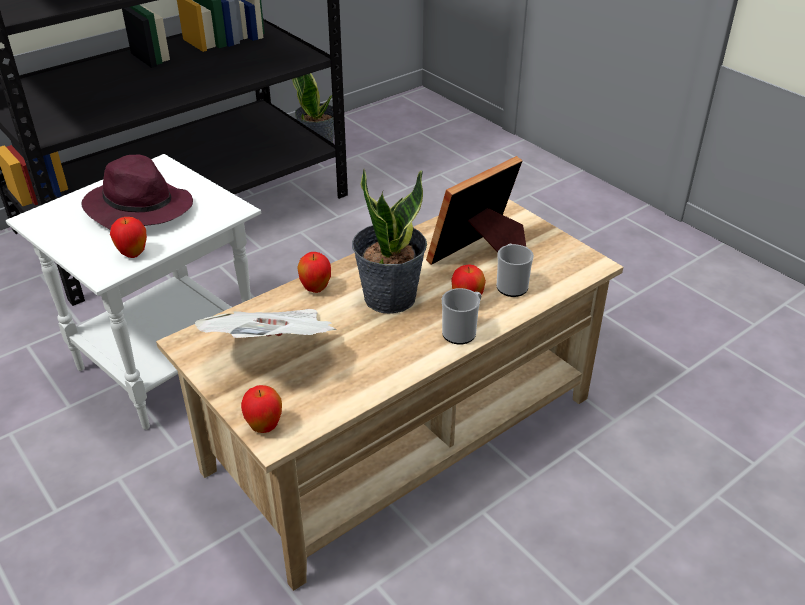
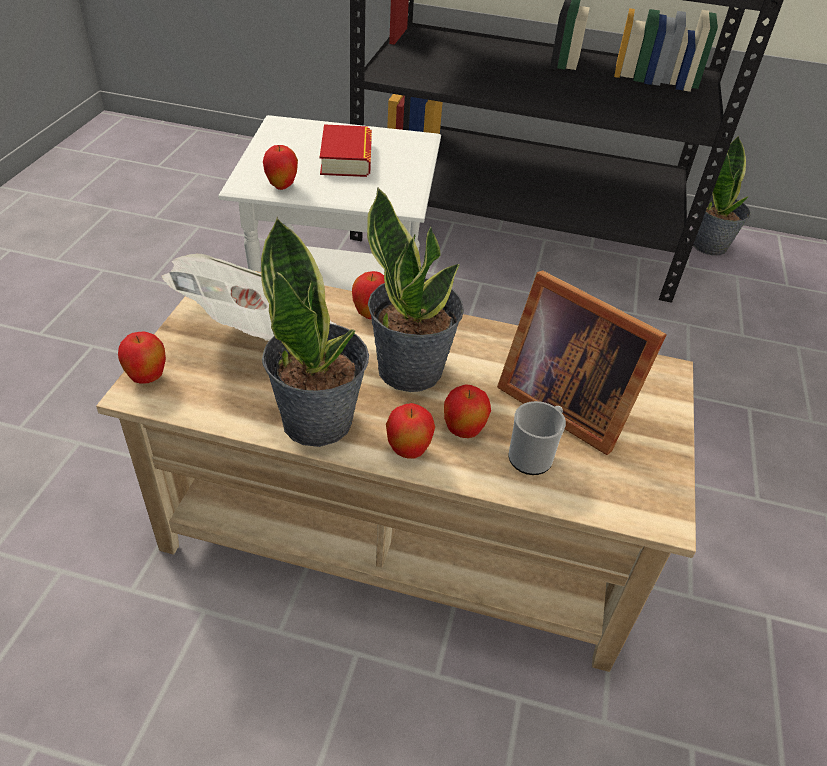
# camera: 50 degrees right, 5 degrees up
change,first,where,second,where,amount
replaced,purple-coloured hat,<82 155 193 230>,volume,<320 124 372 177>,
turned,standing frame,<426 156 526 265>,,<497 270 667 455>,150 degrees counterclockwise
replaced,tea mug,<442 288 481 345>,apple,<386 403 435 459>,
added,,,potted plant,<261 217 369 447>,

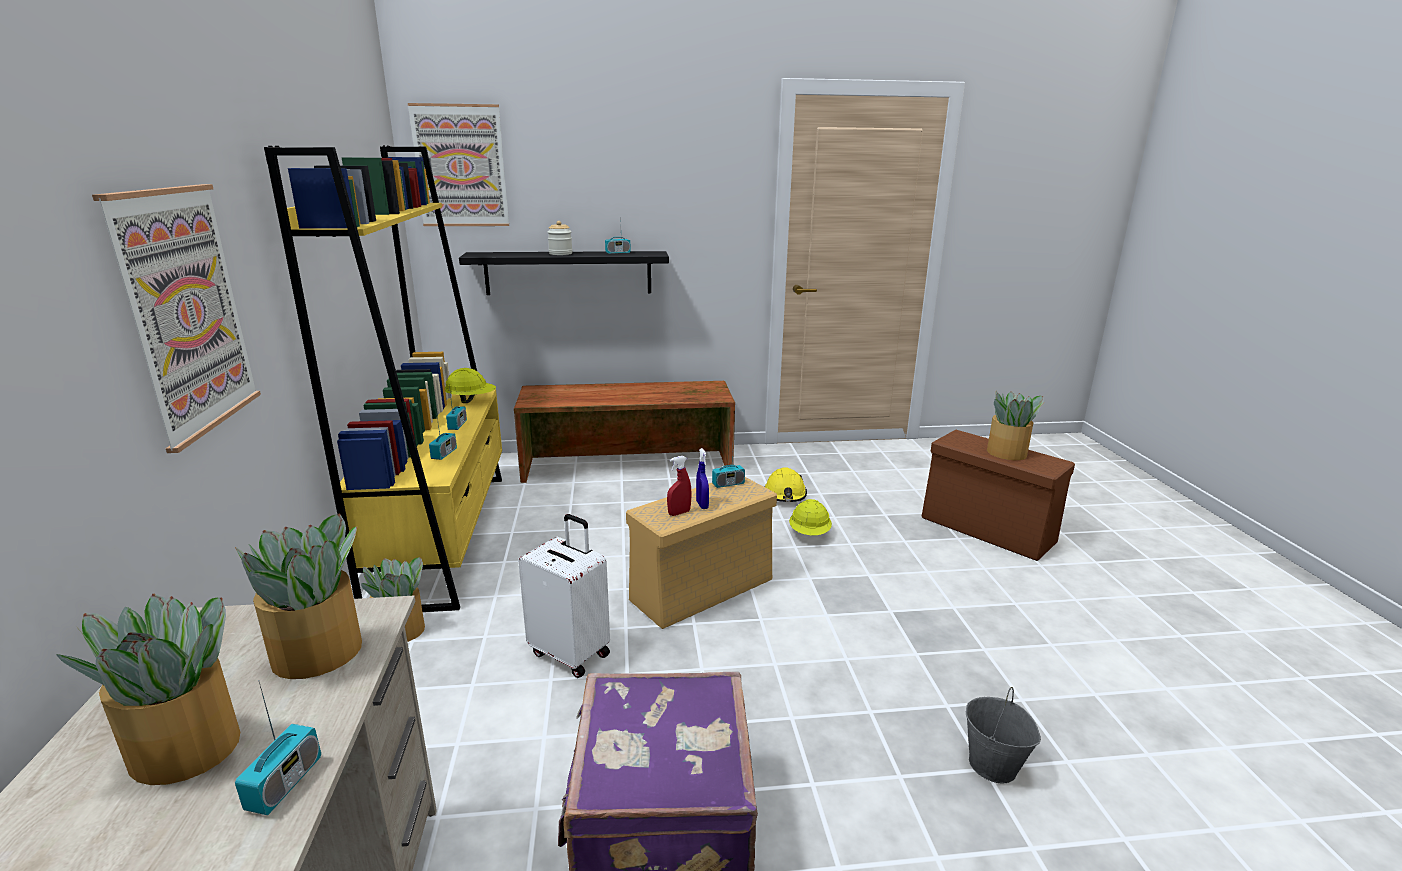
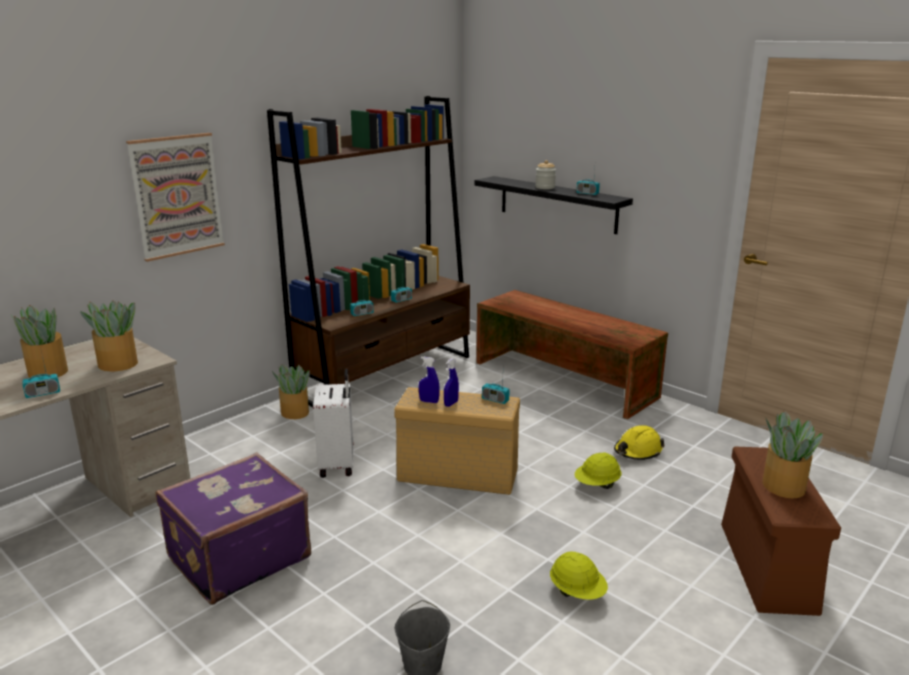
# camera: 50 degrees right, 0 degrees up
change,first,where,second,where,amount
recoloured,yellow-coloured bookshelf,<264 146 502 612>,brown bookshelf,<267 96 470 407>,
removed,wall art,<408 103 509 226>,,,
moved,yellow-coloured work helmet,<445 368 496 403>,,<550 552 608 600>,
recoloured,red-coloured spray bottle,<667 456 692 516>,blue spray bottle,<419 357 440 403>,

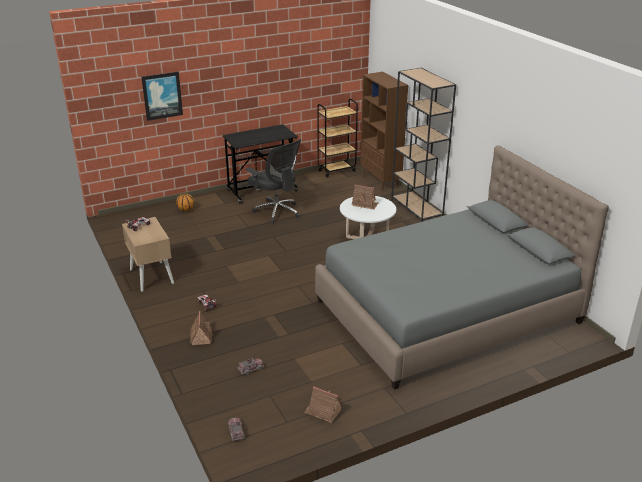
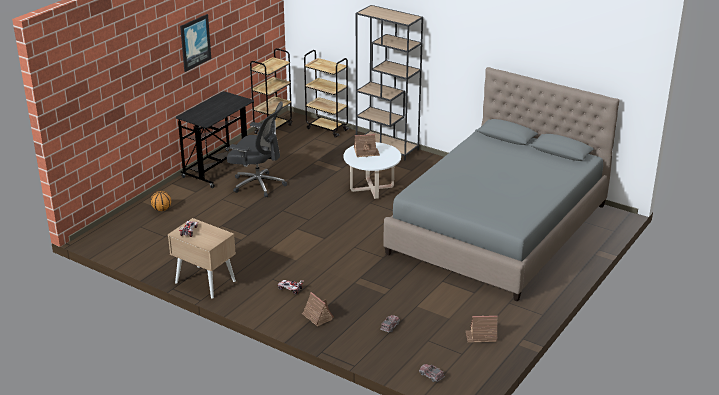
# camera: 30 degrees left, 0 degrees up
change,first,where,second,where,amount
moved,wall art,<141 72 183 121>,,<180 14 211 72>,
replaced,brown bookshelf,<360 71 408 191>,brown trolley,<304 50 349 138>,

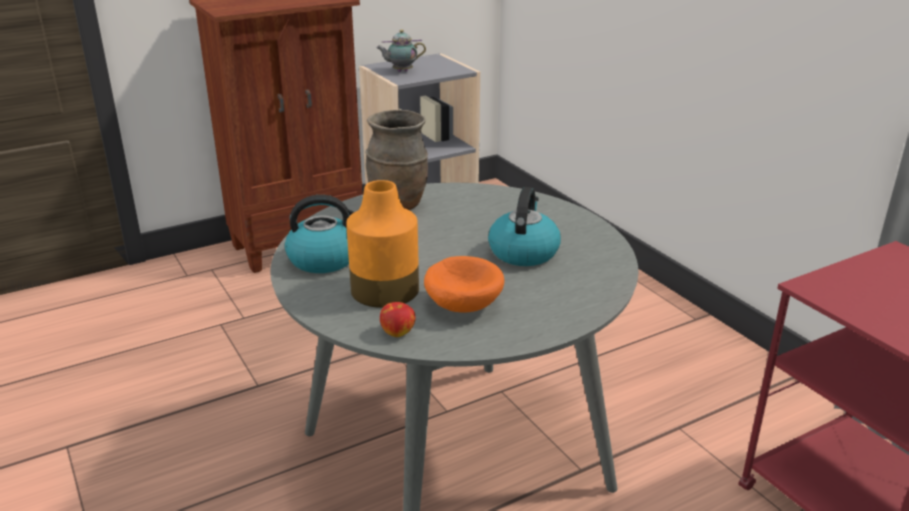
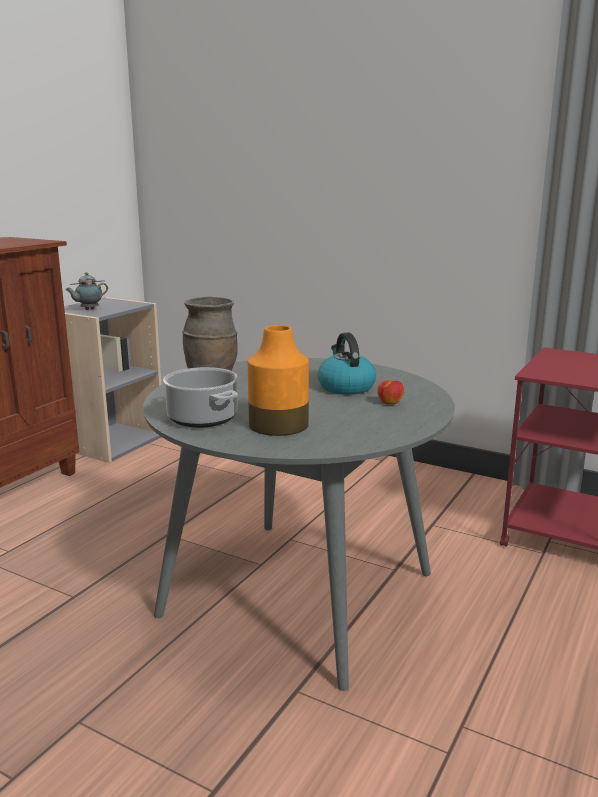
# camera: 30 degrees left, 10 degrees down
change,first,where,second,where,amount
replaced,kettle,<285 195 354 273>,stockpot,<163 367 239 428>,
moved,apple,<380 302 415 337>,,<377 380 404 404>,
removed,orangey bowl,<424 256 504 313>,,,

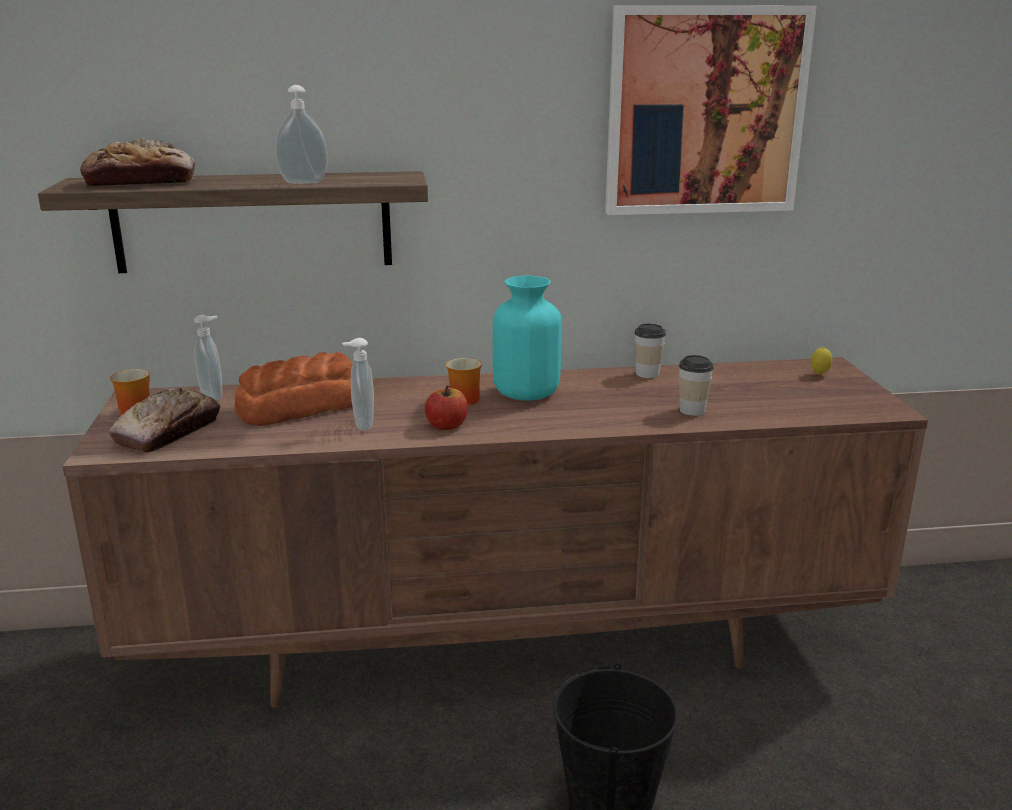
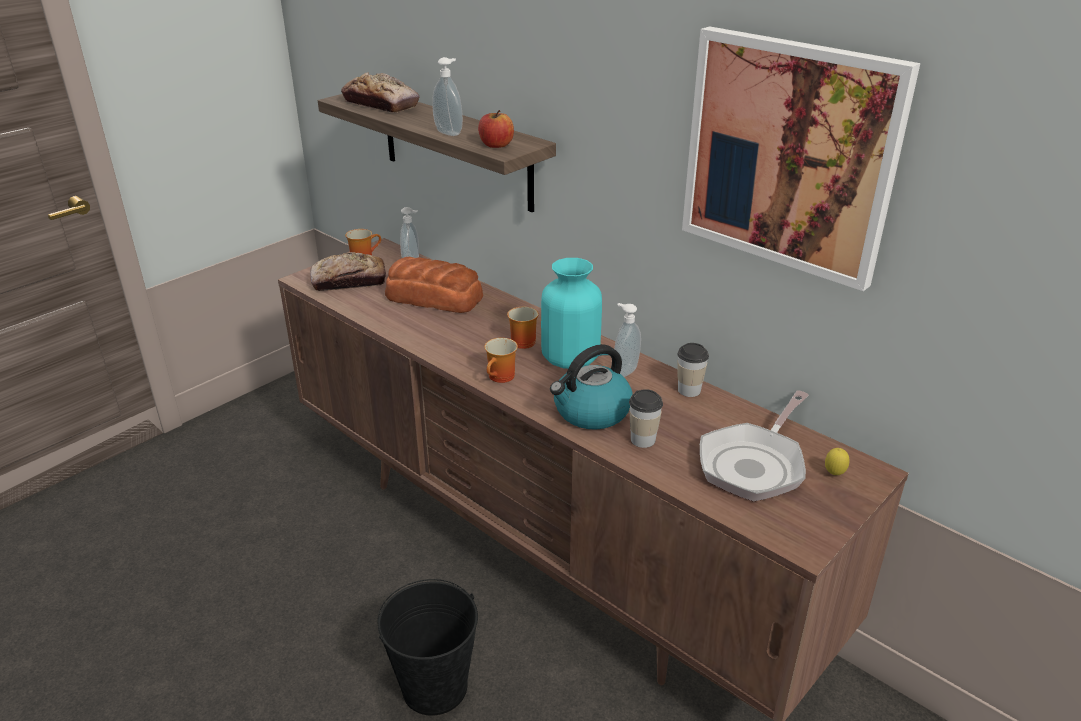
# camera: 50 degrees right, 10 degrees up
change,first,where,second,where,amount
moved,soap dispenser,<342 338 374 431>,,<614 303 641 377>,
moved,apple,<425 386 468 430>,,<478 110 514 148>,
added,,,tea mug,<484 338 518 383>,
added,,,kettle,<550 344 633 430>,
added,,,skillet,<700 390 809 502>,

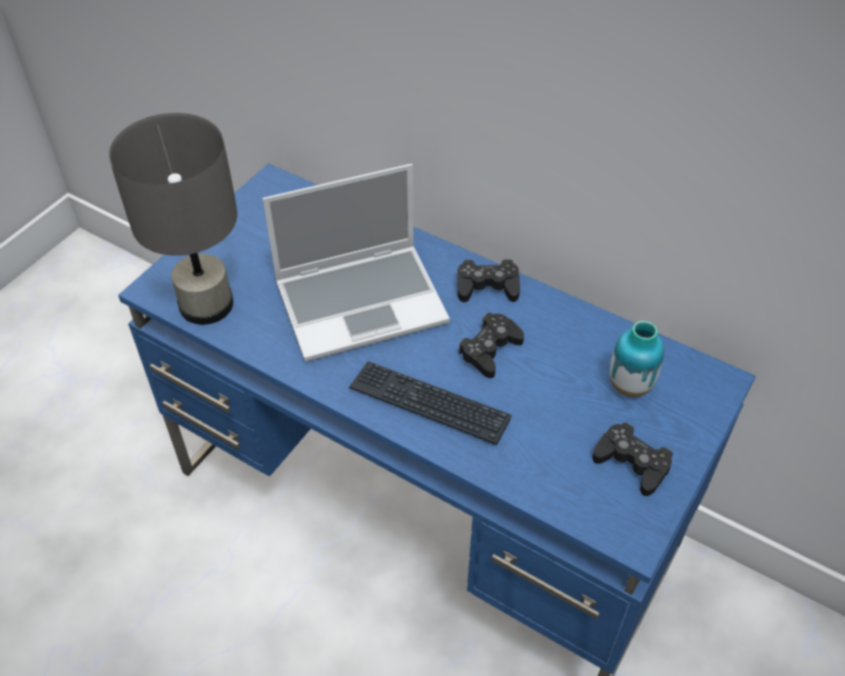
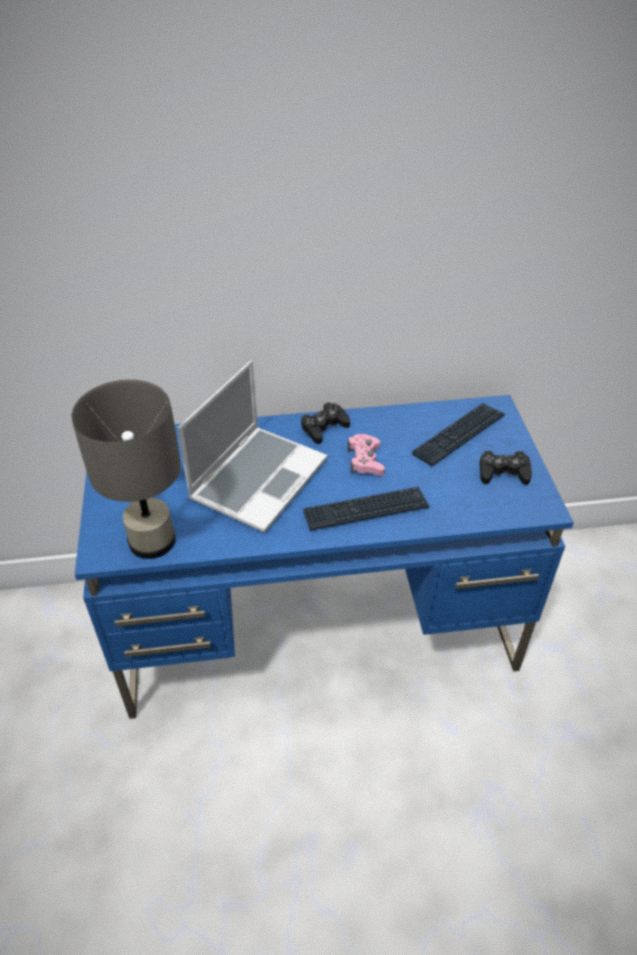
# camera: 40 degrees left, 5 degrees down
change,first,where,second,where,amount
recoloured,black gamepad,<458 313 524 378>,pink gamepad,<348 434 385 476>,
replaced,flower vase,<610 321 664 397>,computer keyboard,<412 403 505 466>,

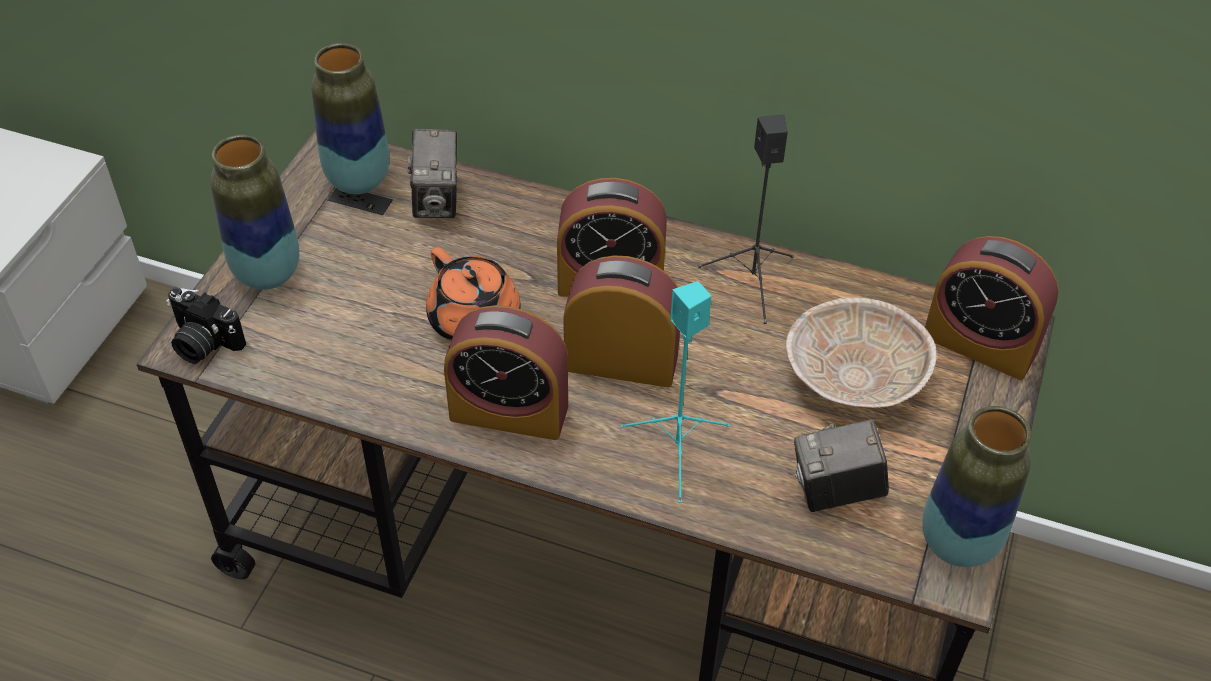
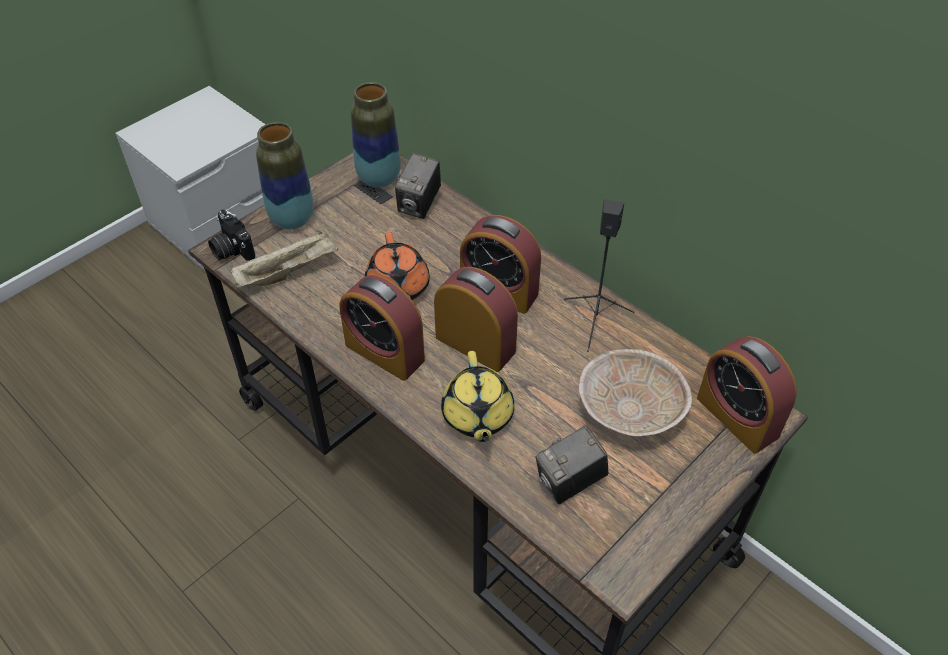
# camera: 25 degrees right, 0 degrees up
change,first,where,second,where,amount
replaced,turquoise speaker,<621 281 730 503>,yellow-coloured tea pot,<441 351 514 442>,
turned,photo camera,<794 419 889 512>,,<536 426 609 504>,45 degrees counterclockwise
removed,flower vase,<922 406 1031 567>,,,
added,,,sand-coloured serving tray,<230 230 338 287>,

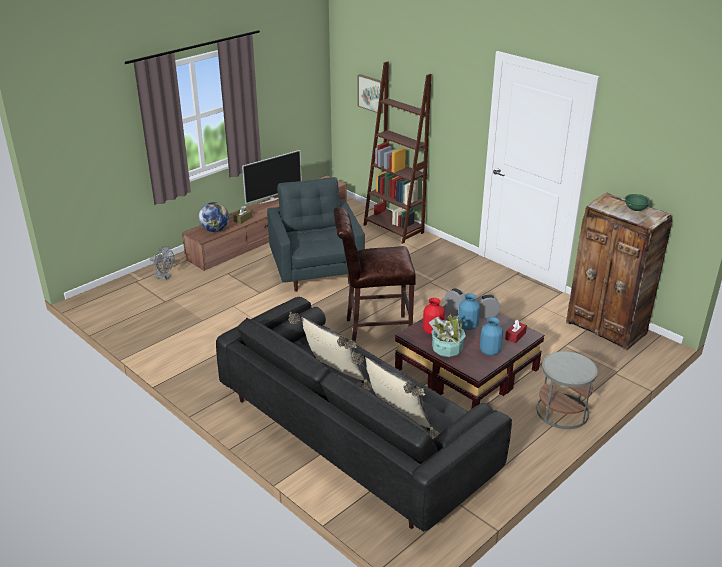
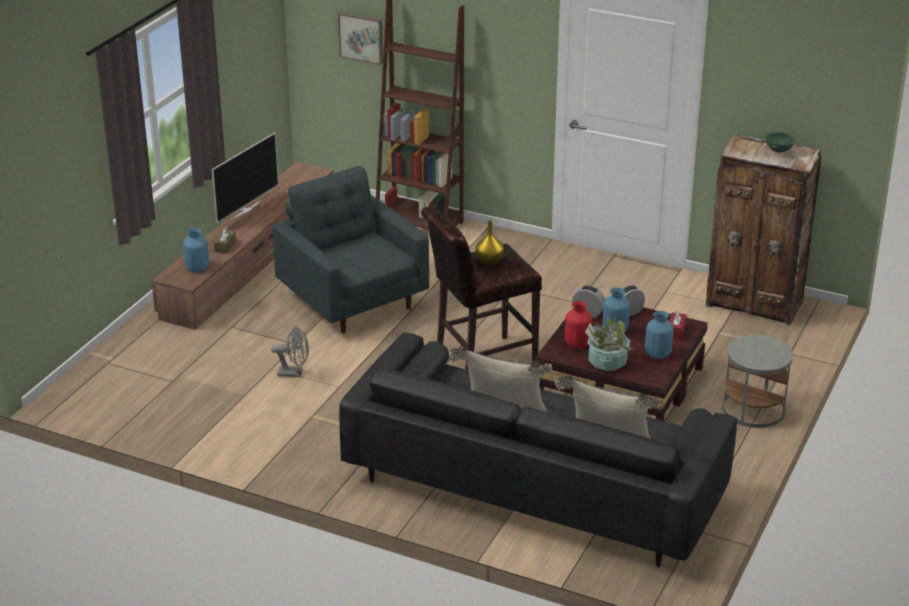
# camera: 20 degrees left, 0 degrees up
change,first,where,second,where,amount
moved,gray electric fan,<150 246 175 280>,,<271 326 309 377>,
replaced,desk globe,<199 202 229 232>,blue flower vase,<183 228 209 272>,
added,,,yellow-coloured flower vase,<476 220 504 265>,

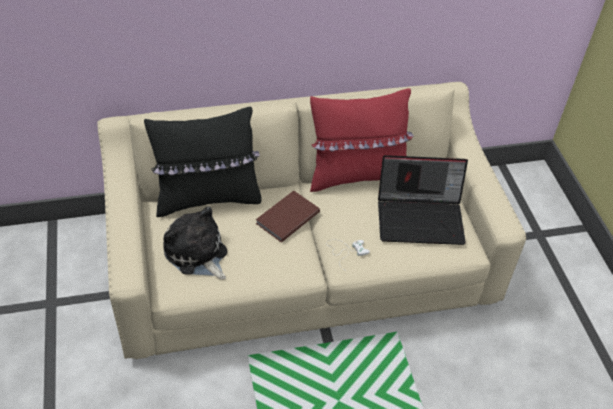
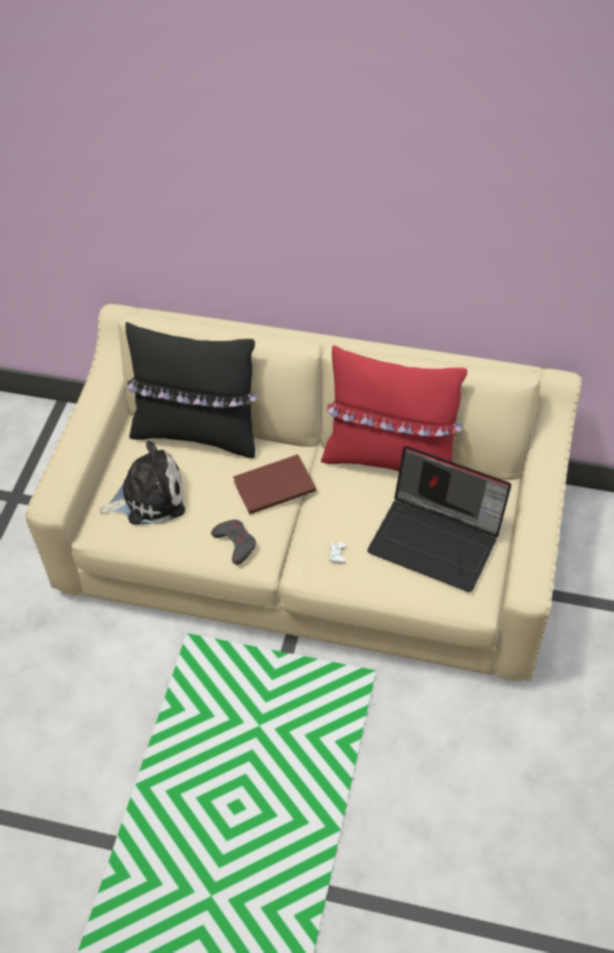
# camera: 30 degrees right, 5 degrees up
change,first,where,second,where,amount
turned,soft toy,<163 206 227 279>,,<99 441 185 525>,90 degrees clockwise
added,,,gray gamepad,<211 520 256 565>,

